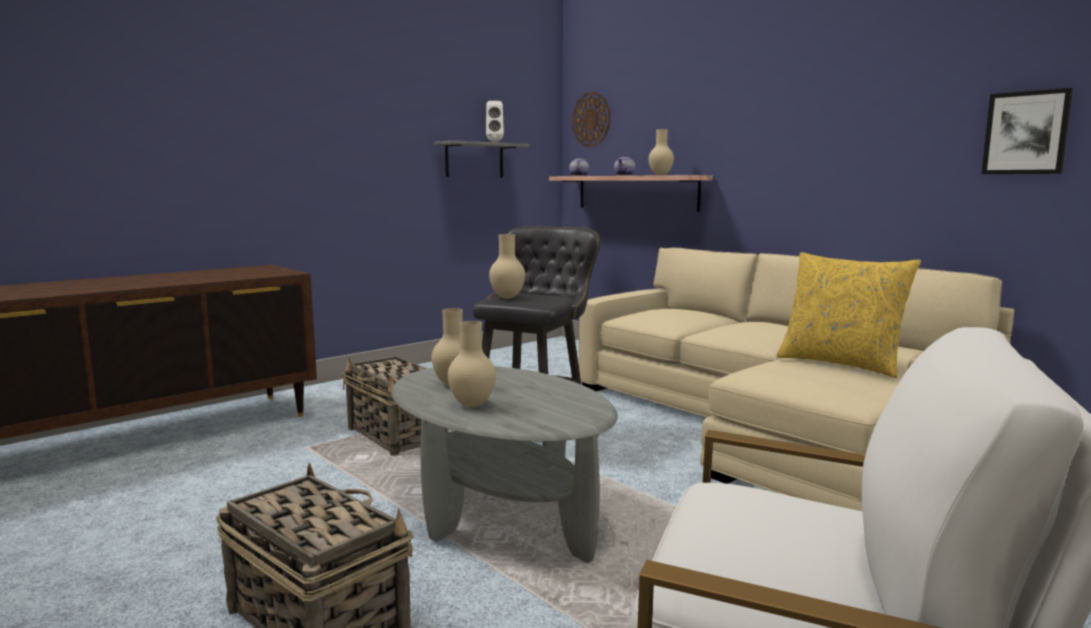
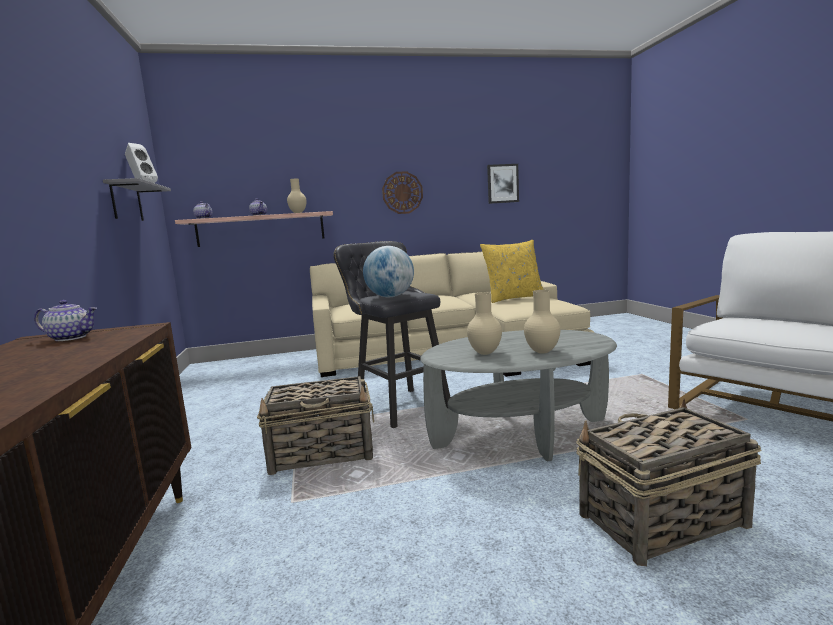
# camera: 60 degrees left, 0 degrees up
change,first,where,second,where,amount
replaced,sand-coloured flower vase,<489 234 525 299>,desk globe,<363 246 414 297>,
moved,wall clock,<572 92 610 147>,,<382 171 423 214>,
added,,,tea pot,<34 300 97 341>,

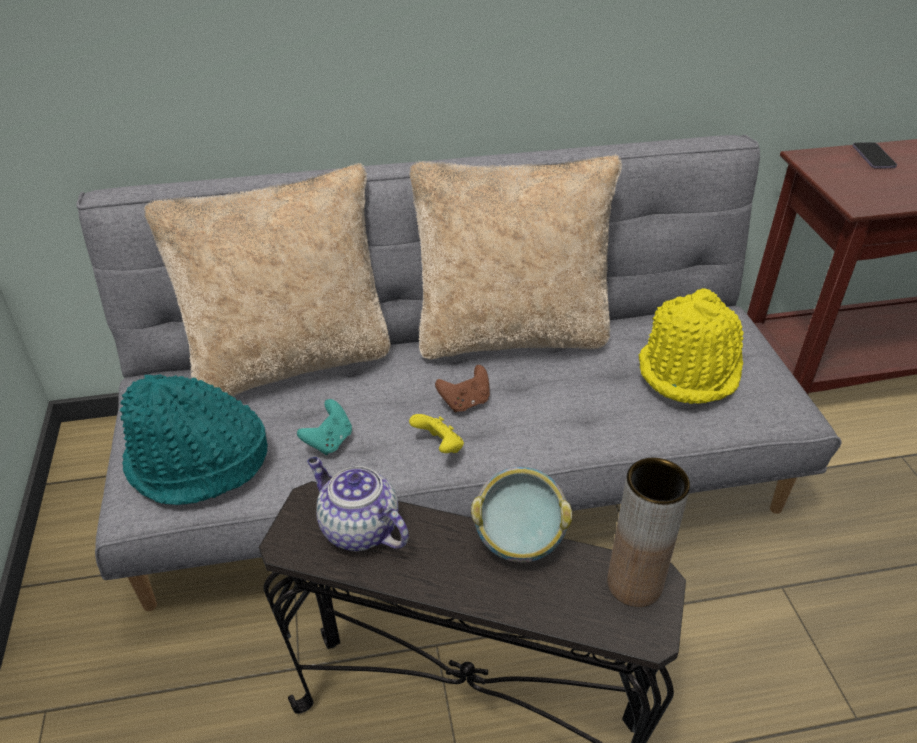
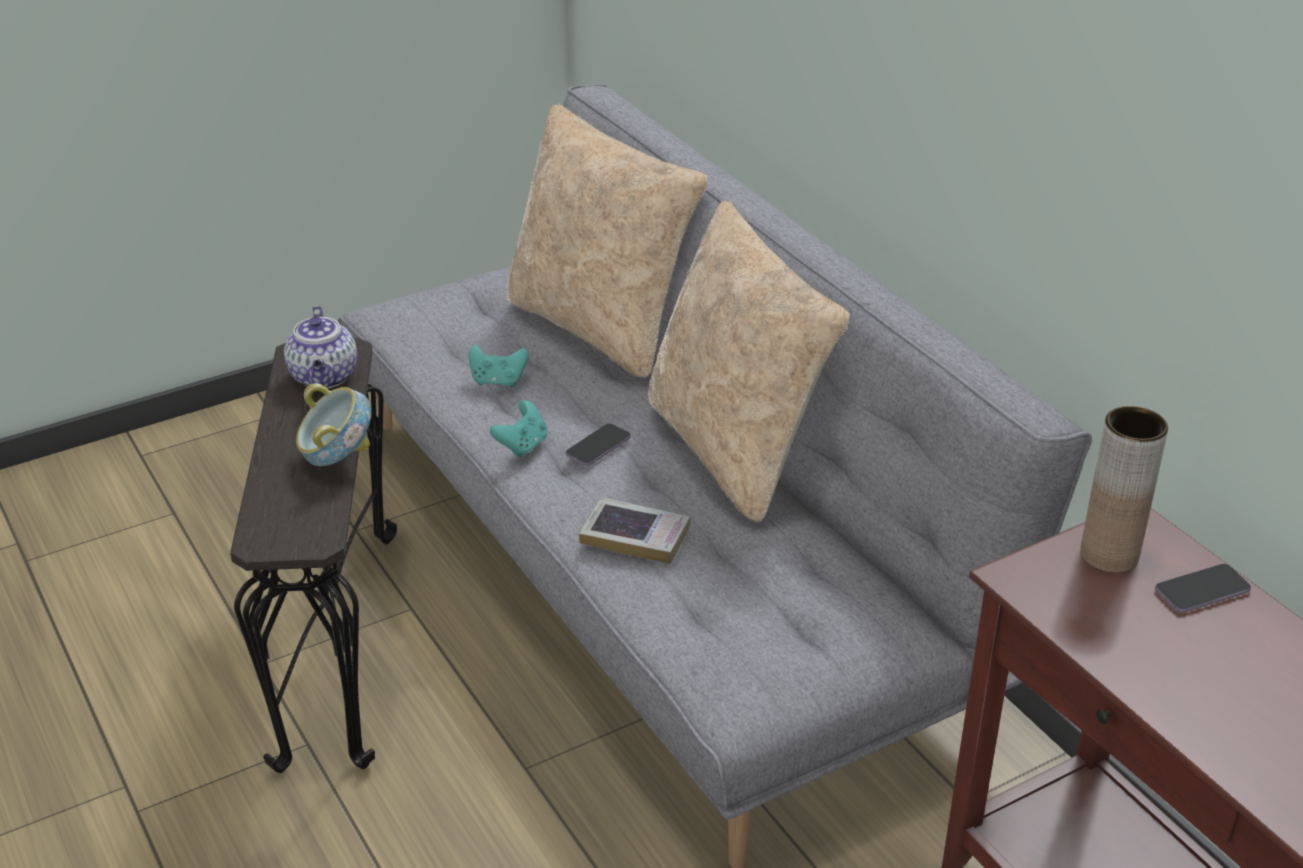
# camera: 70 degrees right, 5 degrees down
change,first,where,second,where,amount
removed,turquoise hat,<120 374 268 505>,,,
turned,tea pot,<307 457 409 552>,,<284 306 357 389>,150 degrees clockwise
recoloured,yellow-coloured gamepad,<409 414 464 453>,turquoise gamepad,<490 400 548 458>,
replaced,brown gamepad,<435 365 490 413>,phone,<565 423 631 466>,
moved,brown flower vase,<607 458 690 607>,,<1080 406 1168 573>,
removed,yellow-coloured hat,<639 288 744 404>,,,
added,,,volume,<579 497 691 564>,

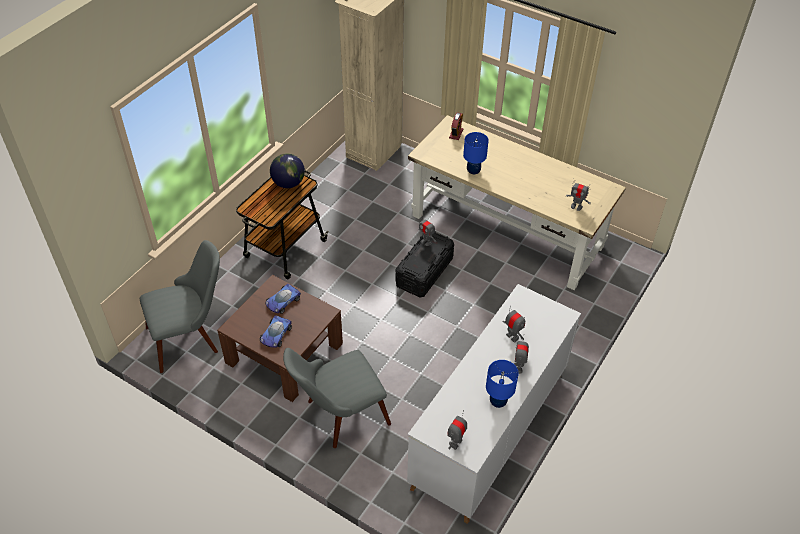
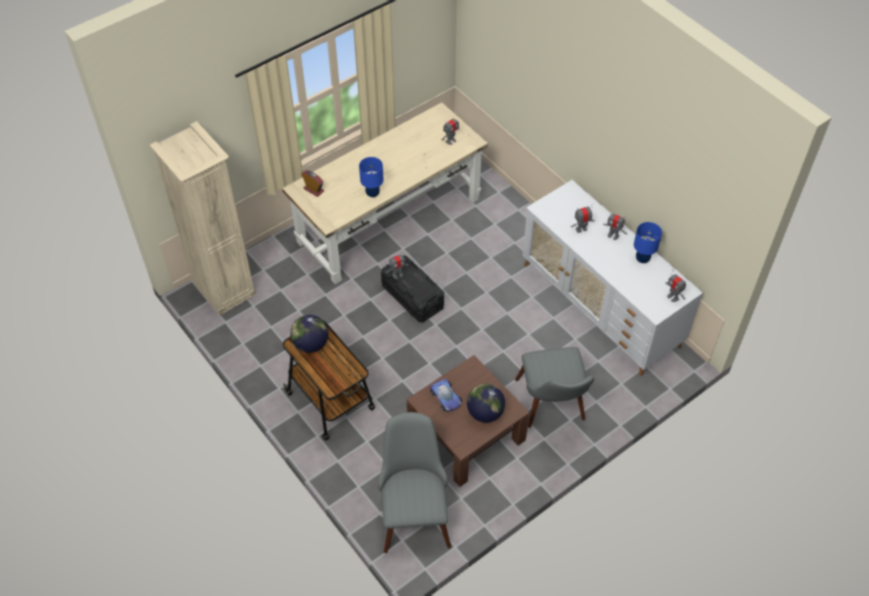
# camera: 70 degrees left, 5 degrees up
change,first,where,second,where,amount
replaced,miniature car,<260 316 292 348>,desk globe,<467 384 505 423>,

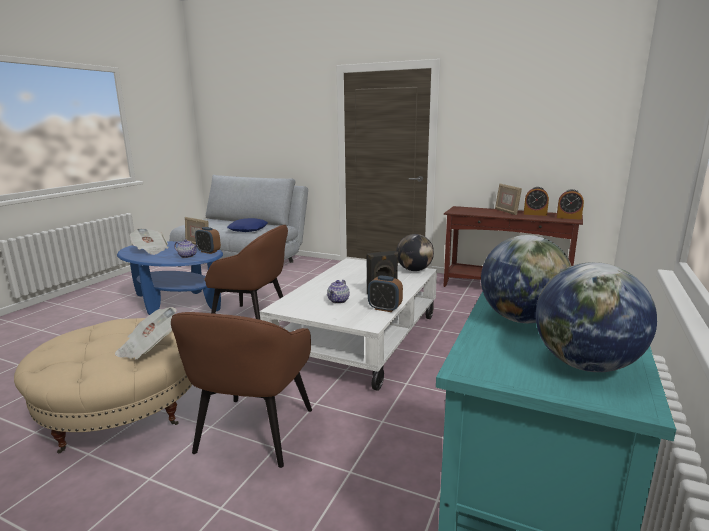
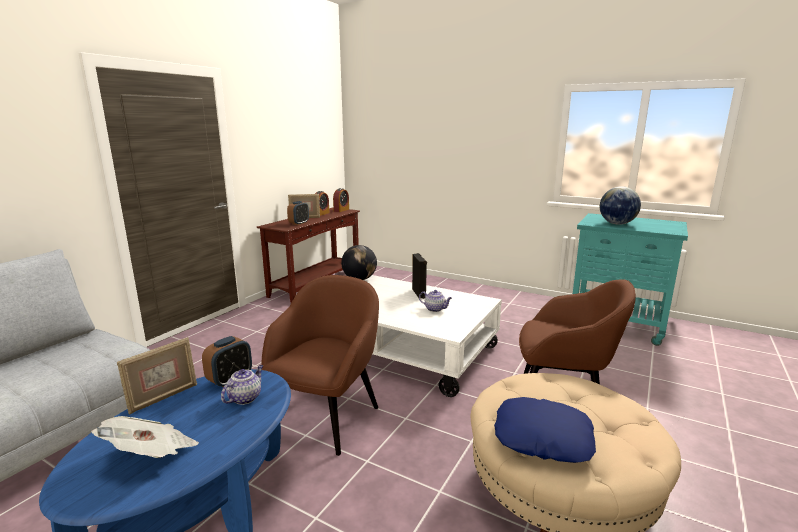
# camera: 85 degrees left, 0 degrees up
change,first,where,second,where,amount
removed,printed paper,<115 307 177 360>,,,
moved,blue throw pillow,<227 218 268 232>,,<494 397 596 463>,
moved,alarm clock,<368 276 403 312>,,<287 201 309 225>,
removed,desk globe,<536 262 657 372>,,,

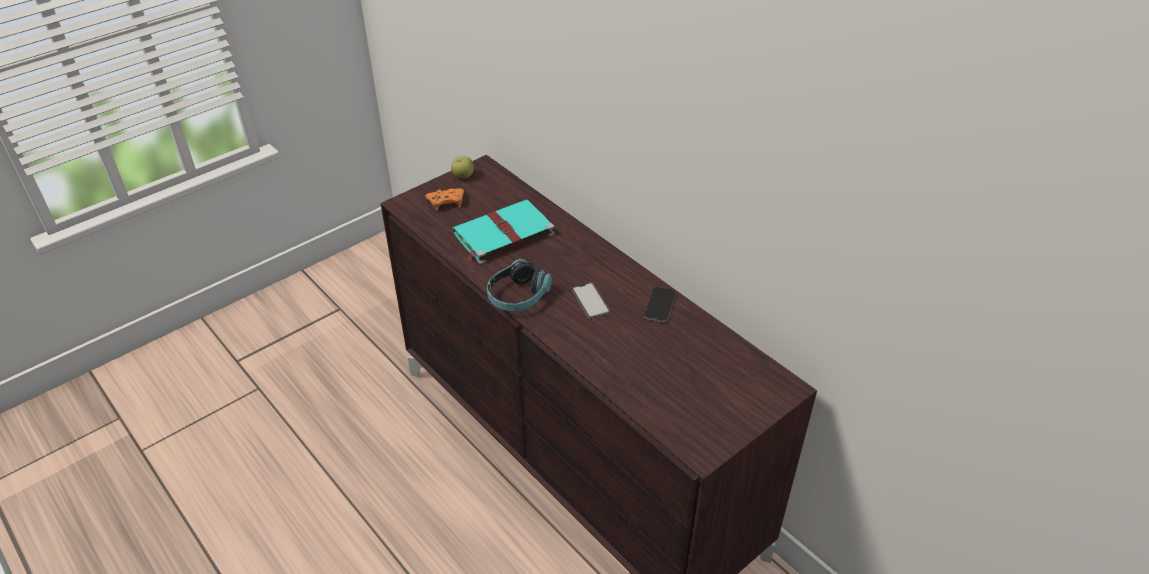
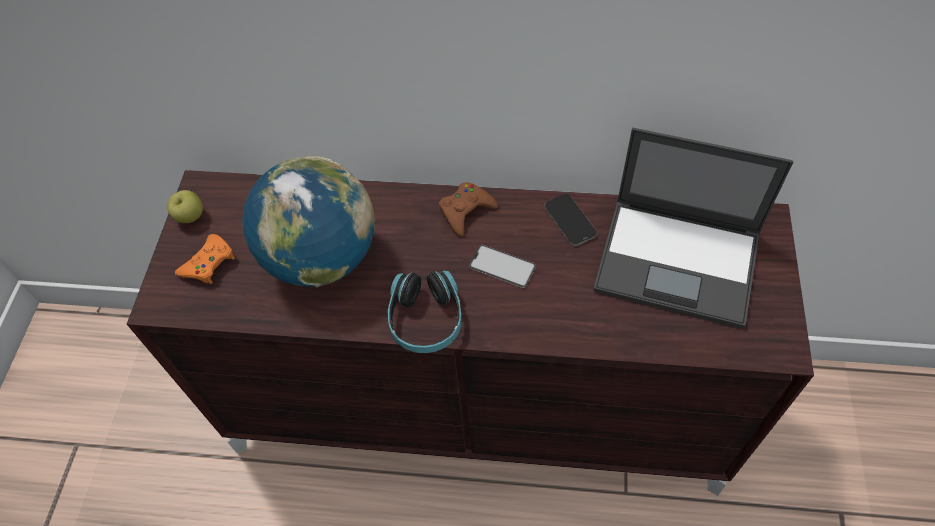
# camera: 40 degrees left, 15 degrees up
change,first,where,second,where,amount
replaced,turquoise volume,<453 199 555 264>,desk globe,<243 156 375 287>,
added,,,brown gamepad,<439 182 498 237>,
added,,,laptop,<593 128 793 329>,

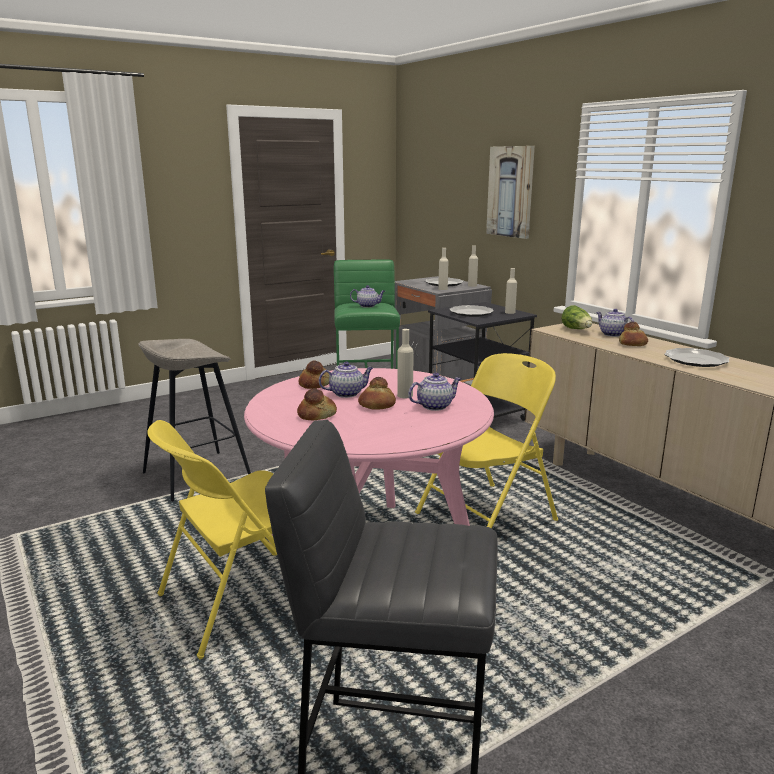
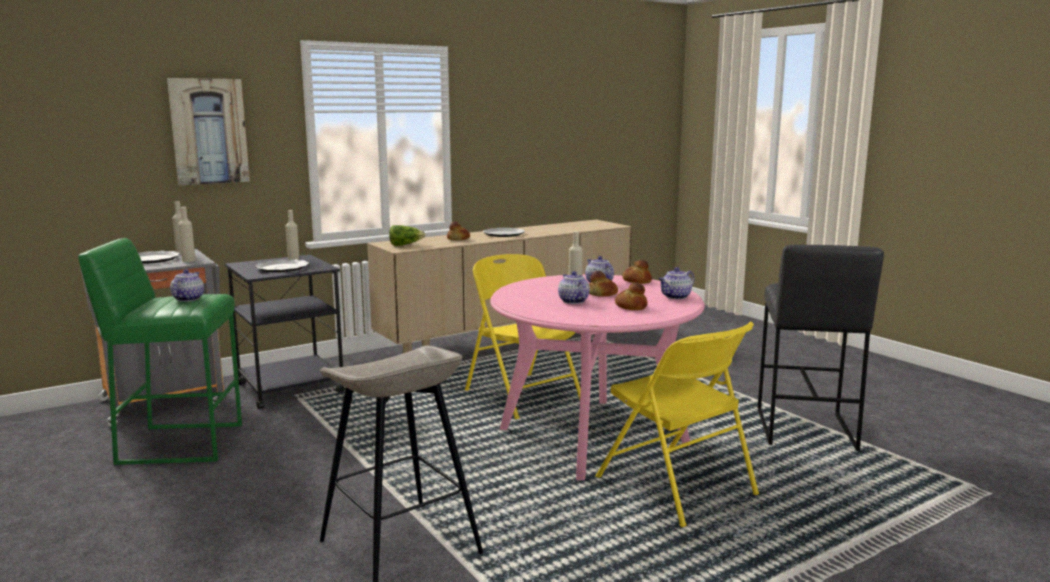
# camera: 90 degrees left, 5 degrees down
change,first,where,second,where,amount
moved,baked bread,<299 360 329 389>,,<623 260 652 284>,
moved,tea pot,<596 309 634 337>,,<659 267 694 299>,

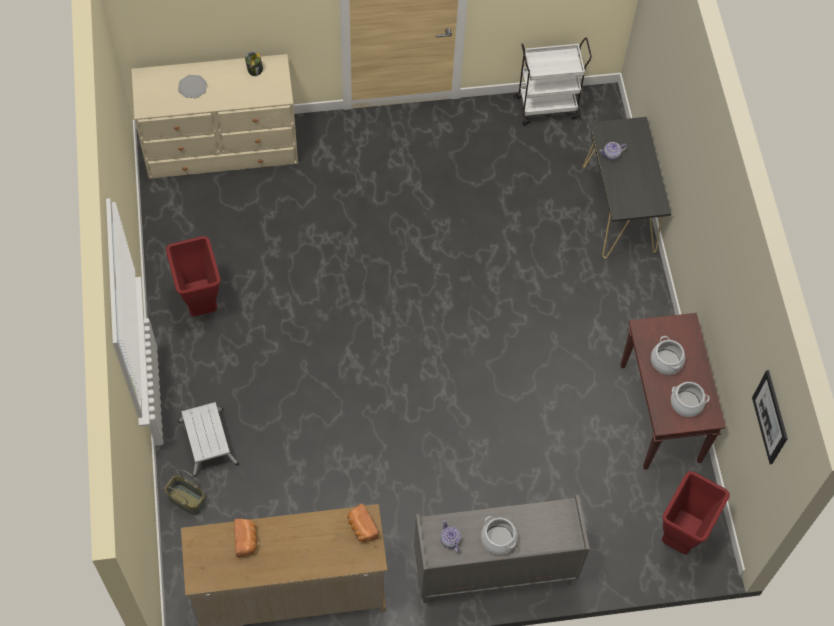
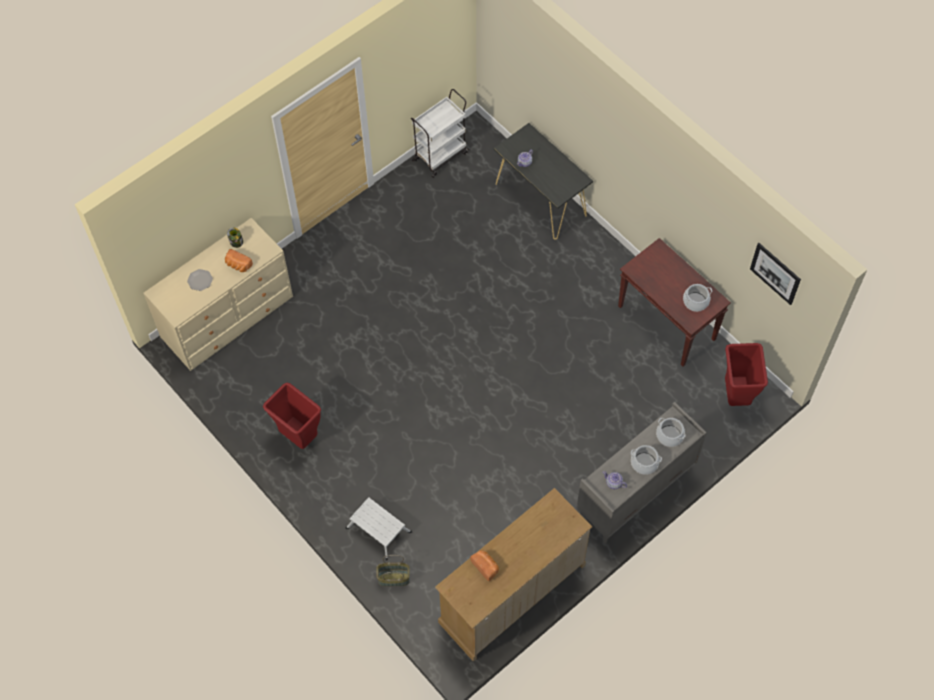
# camera: 30 degrees left, 0 degrees up
change,first,where,second,where,amount
moved,baked bread,<347 503 379 543>,,<225 249 253 272>,
moved,stockpot,<651 336 685 375>,,<656 418 686 447>,

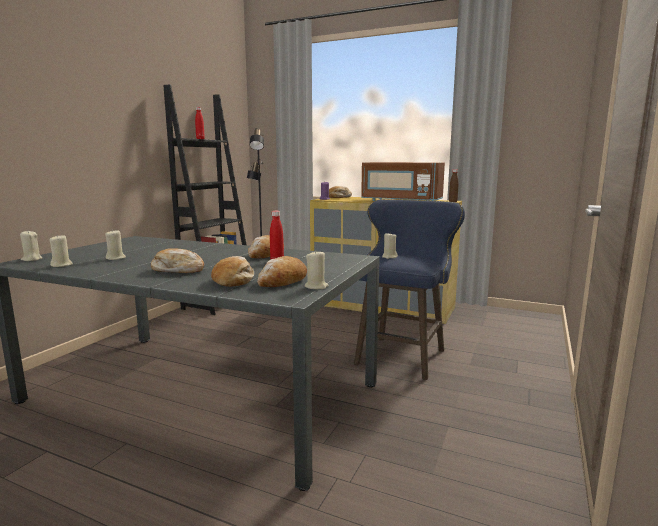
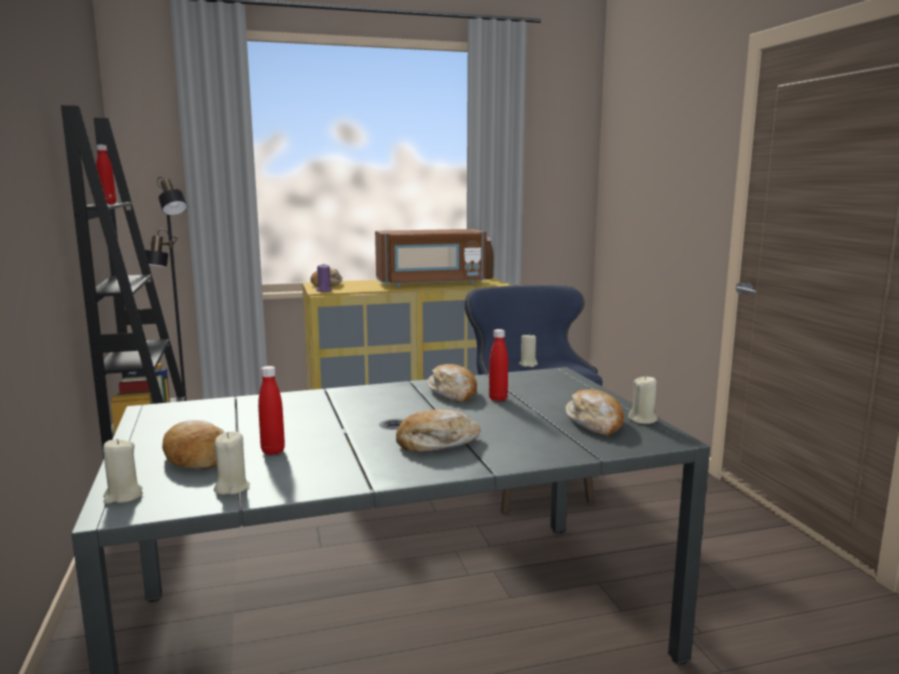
# camera: 40 degrees left, 0 degrees up
change,first,where,second,where,amount
replaced,sand-coloured candle,<105 229 126 260>,red-coloured beverage bottle,<258 366 285 455>,
moved,baked bread,<211 256 254 287>,,<162 420 225 469>,

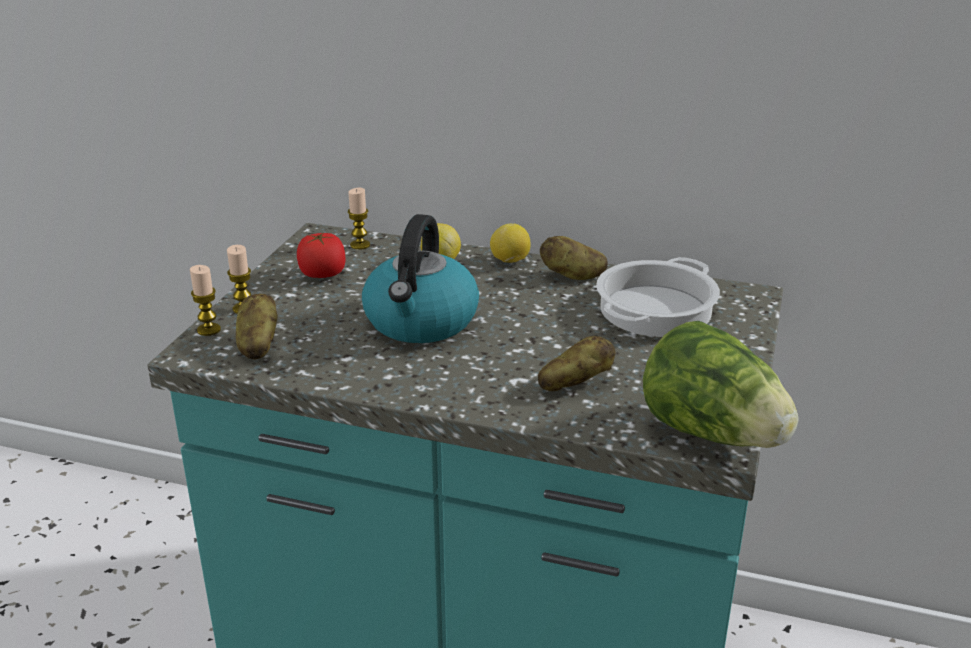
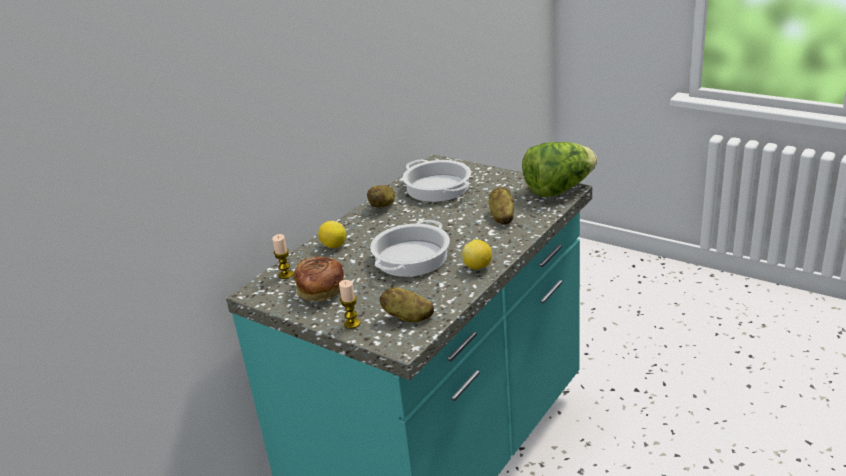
# camera: 70 degrees left, 0 degrees up
change,first,where,second,where,amount
removed,candle,<190 265 221 336>,,,
replaced,whole tomato,<297 233 346 278>,baked bread,<293 256 344 301>,
replaced,kettle,<362 214 479 343>,stockpot,<370 220 450 277>,
moved,citrus fruit,<490 223 531 263>,,<462 240 492 270>,

